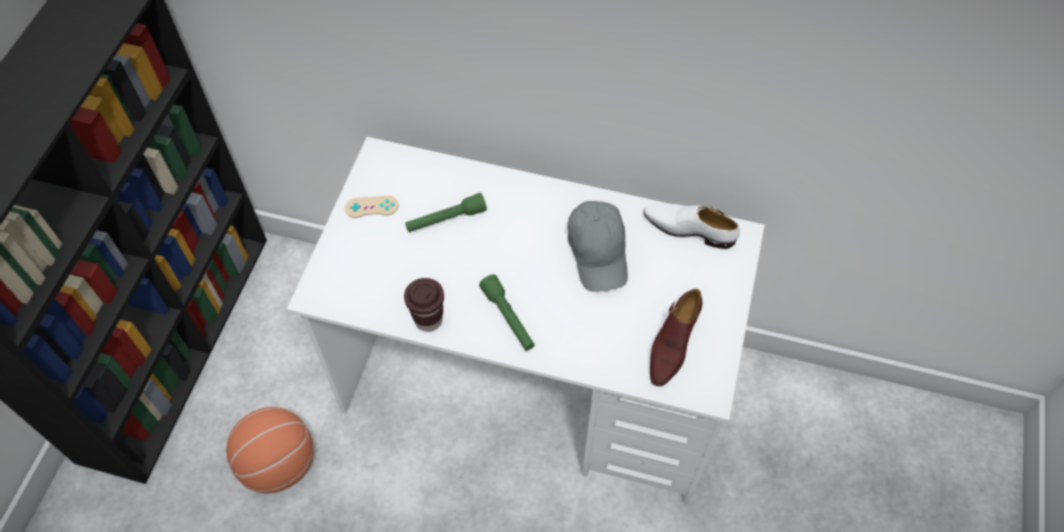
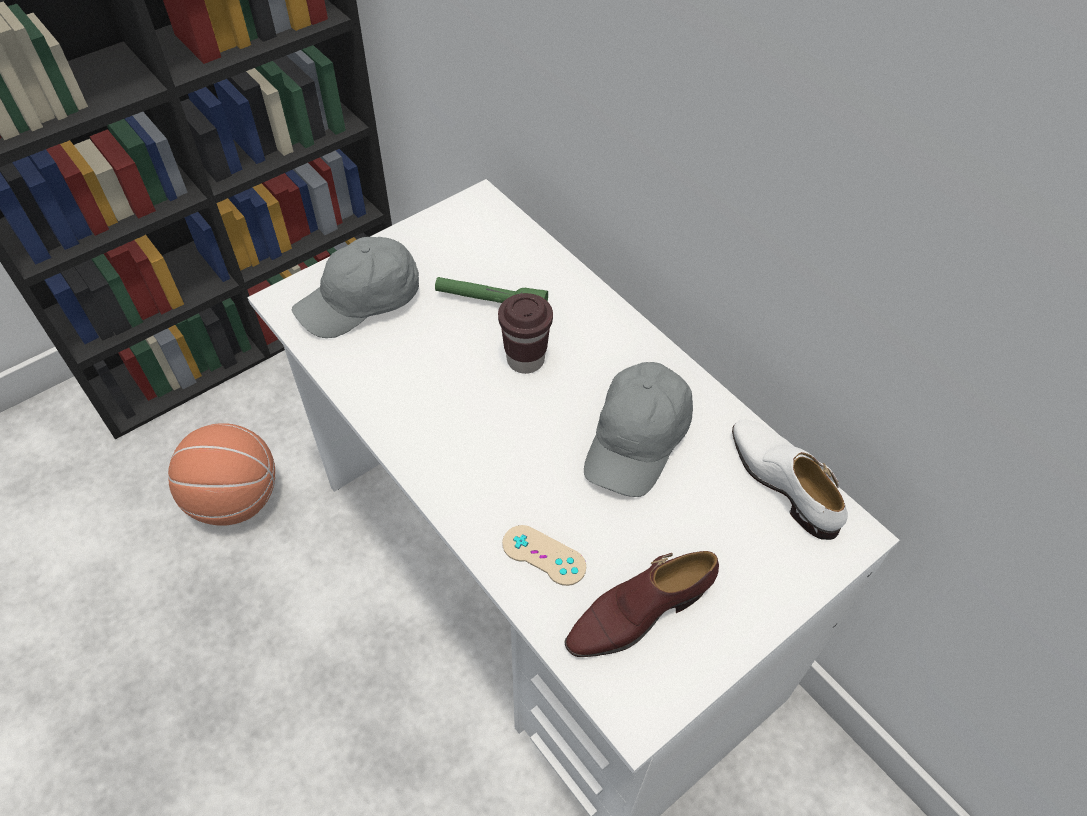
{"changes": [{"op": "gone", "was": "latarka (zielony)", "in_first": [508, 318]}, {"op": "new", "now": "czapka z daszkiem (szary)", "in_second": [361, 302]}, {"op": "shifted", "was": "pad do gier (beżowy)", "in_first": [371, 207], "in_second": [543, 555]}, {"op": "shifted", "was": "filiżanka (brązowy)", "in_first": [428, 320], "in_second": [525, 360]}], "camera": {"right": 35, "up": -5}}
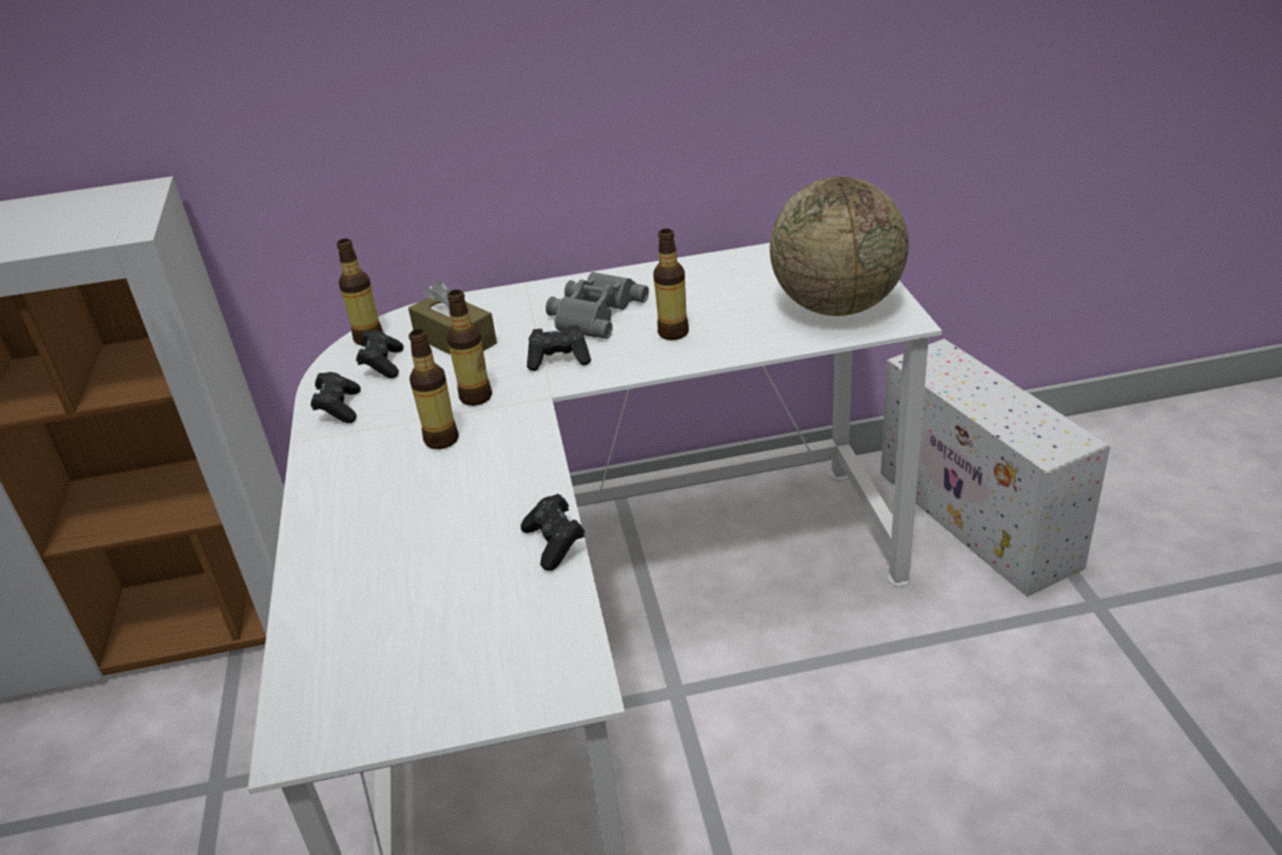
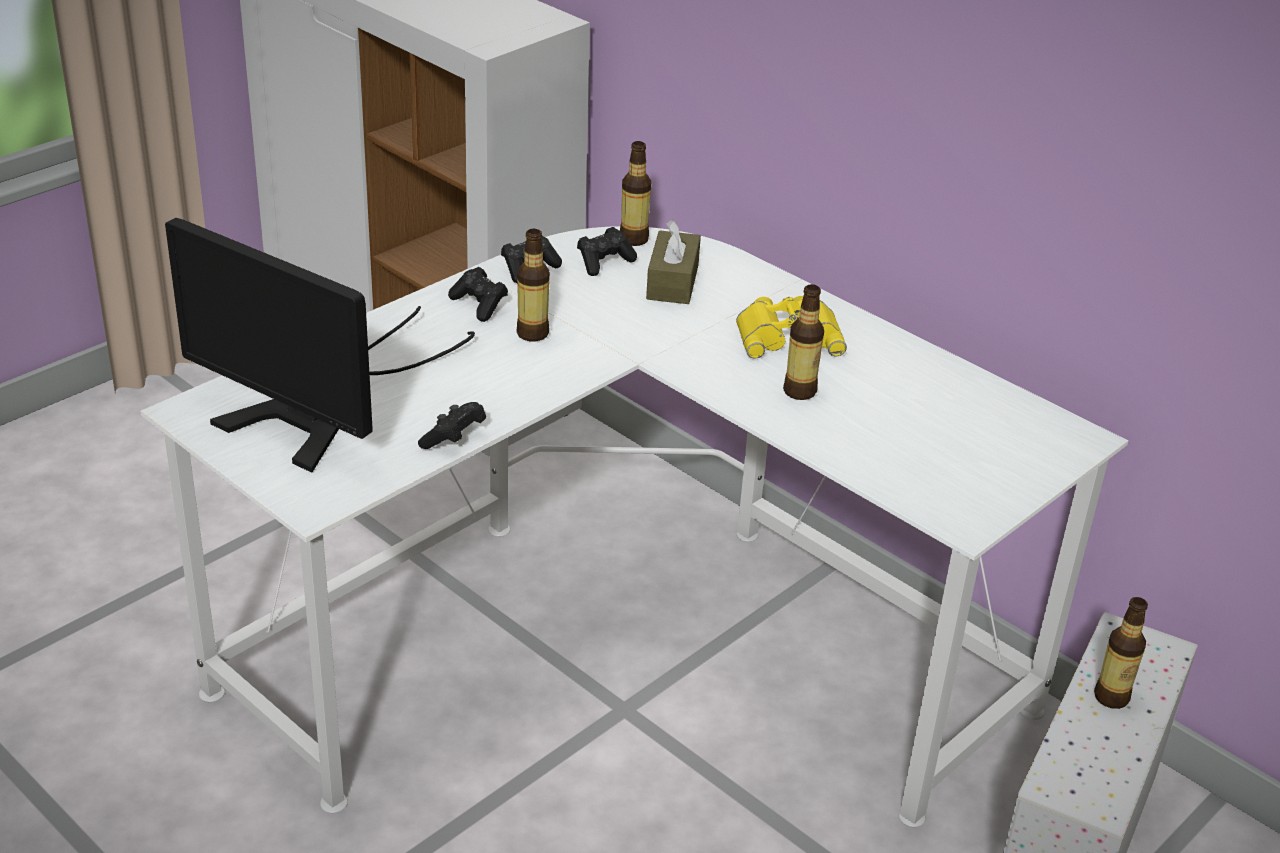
{"changes": [{"op": "gone", "was": "globus", "in_first": [837, 306]}, {"op": "new", "now": "monitor", "in_second": [319, 410]}, {"op": "shifted", "was": "butelka", "in_first": [476, 397], "in_second": [1111, 697]}, {"op": "shifted", "was": "pad do gier (czarny)", "in_first": [559, 359], "in_second": [479, 305]}, {"op": "repainted", "was": "lornetka (szary)", "now": "lornetka (żółty)", "in_first": [593, 313], "in_second": [788, 335]}], "camera": {"right": 50, "up": 0}}
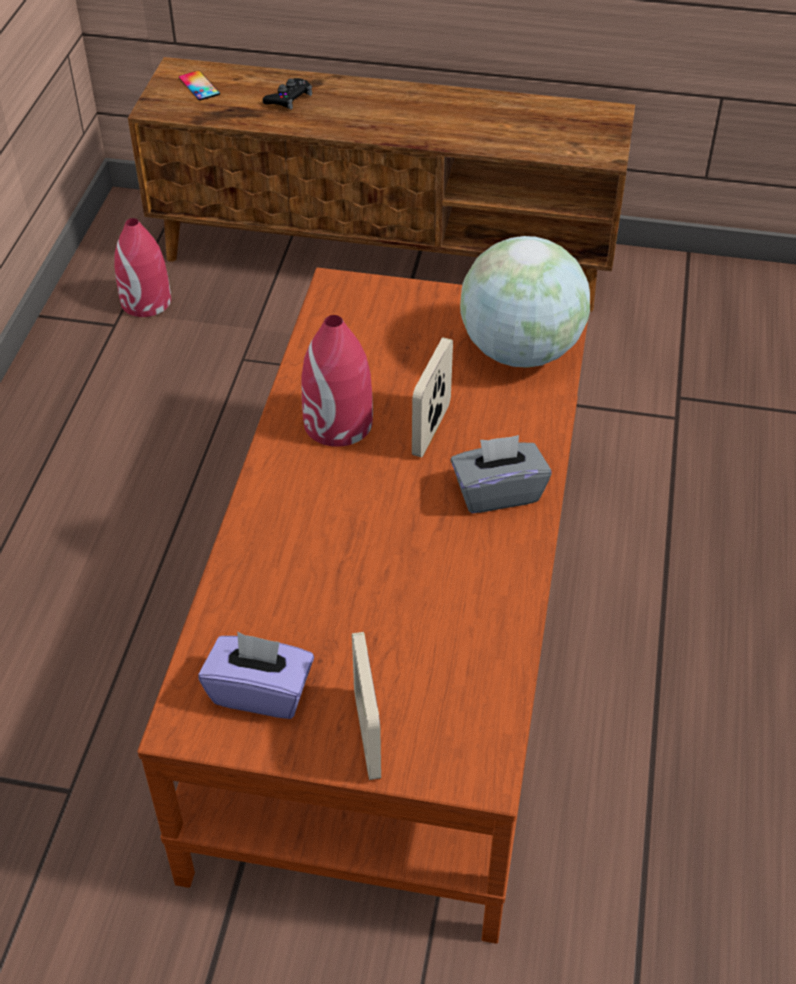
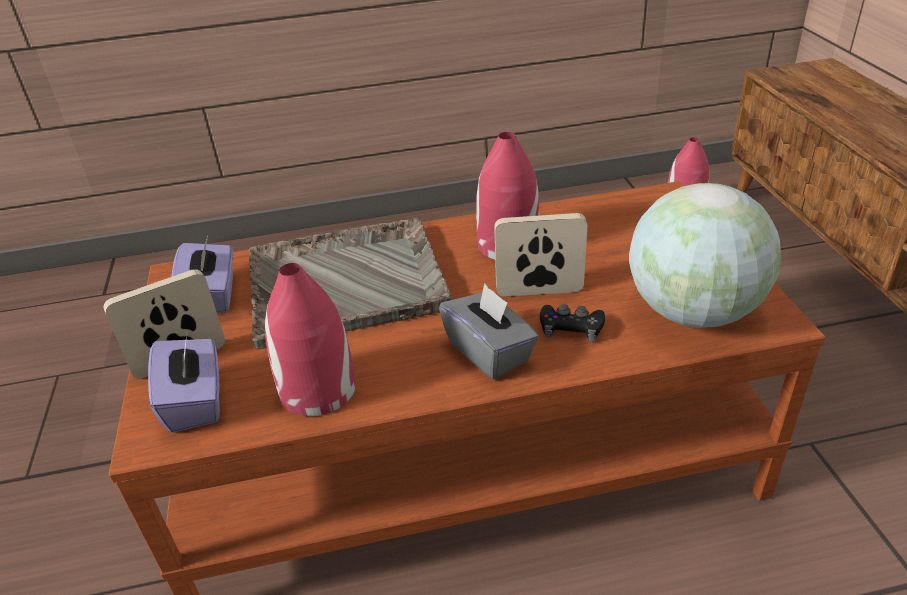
{"changes": [{"op": "gone", "was": "telefon", "in_first": [199, 86]}, {"op": "new", "now": "pudełko chusteczek (fioletowy)", "in_second": [196, 402]}, {"op": "new", "now": "taca (szary)", "in_second": [348, 283]}, {"op": "new", "now": "wazon (czerwony)", "in_second": [317, 389]}, {"op": "shifted", "was": "pad do gier (czarny)", "in_first": [288, 99], "in_second": [571, 327]}], "camera": {"right": 70, "up": -10}}
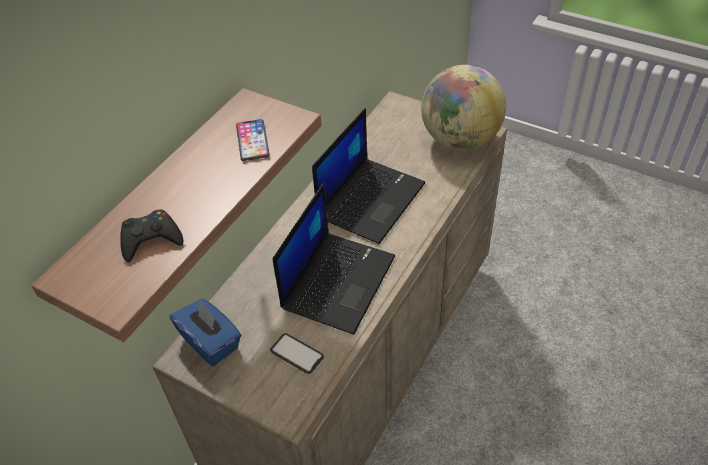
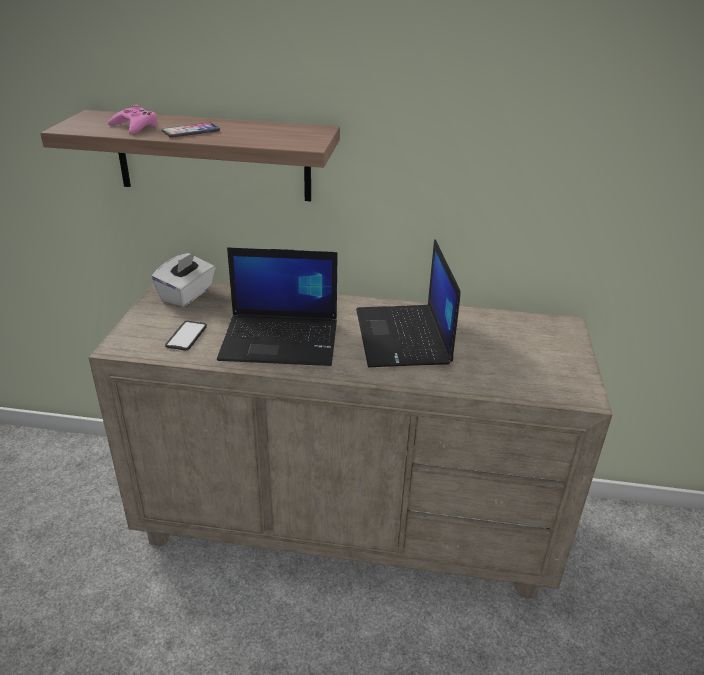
{"changes": [{"op": "gone", "was": "globus", "in_first": [460, 139]}, {"op": "shifted", "was": "telefon", "in_first": [252, 141], "in_second": [191, 131]}, {"op": "repainted", "was": "pad do gier (czarny)", "now": "pad do gier (różowy)", "in_first": [151, 239], "in_second": [135, 126]}, {"op": "repainted", "was": "pudełko chusteczek (niebieski)", "now": "pudełko chusteczek (biały)", "in_first": [211, 342], "in_second": [187, 294]}, {"op": "rotated", "was": "laptop", "in_first": [371, 199], "in_second": [403, 337], "clockwise": 75}], "camera": {"right": 65, "up": -15}}
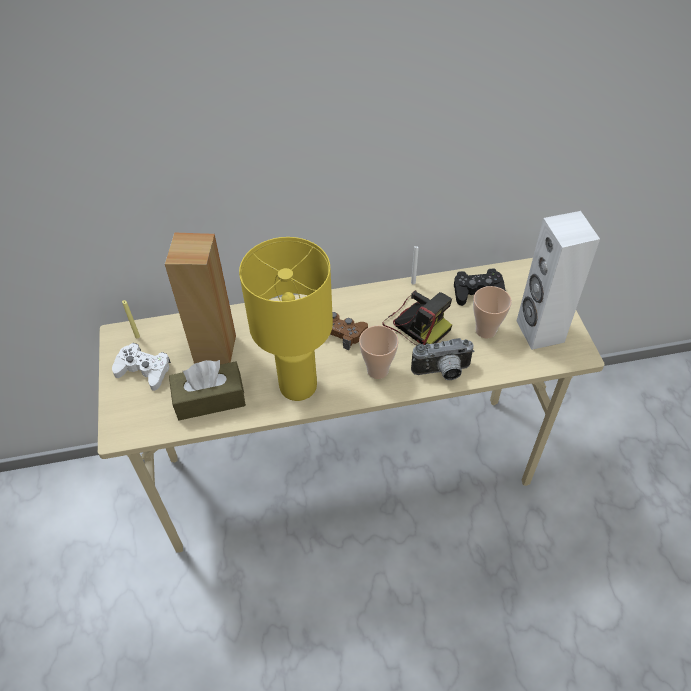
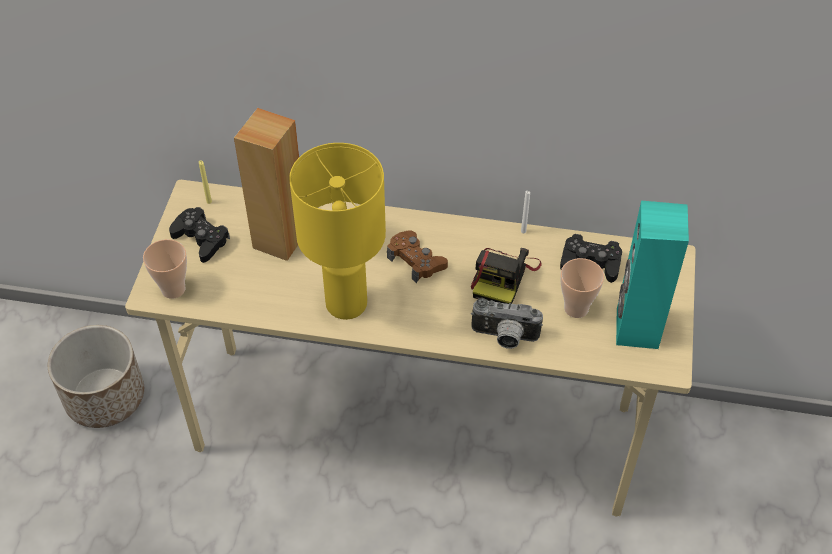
{"changes": [{"op": "gone", "was": "pudełko chusteczek (brązowy)", "in_first": [210, 399]}, {"op": "new", "now": "donica", "in_second": [104, 397]}, {"op": "shifted", "was": "filiżanka", "in_first": [377, 370], "in_second": [173, 289]}, {"op": "repainted", "was": "pad do gier (biały)", "now": "pad do gier (czarny)", "in_first": [144, 370], "in_second": [201, 239]}, {"op": "repainted", "was": "głośnik (biały)", "now": "głośnik (turkusowy)", "in_first": [539, 331], "in_second": [636, 328]}, {"op": "rotated", "was": "aparat fotograficzny", "in_first": [416, 323], "in_second": [503, 277], "clockwise": 45}], "camera": {"right": 20, "up": 0}}
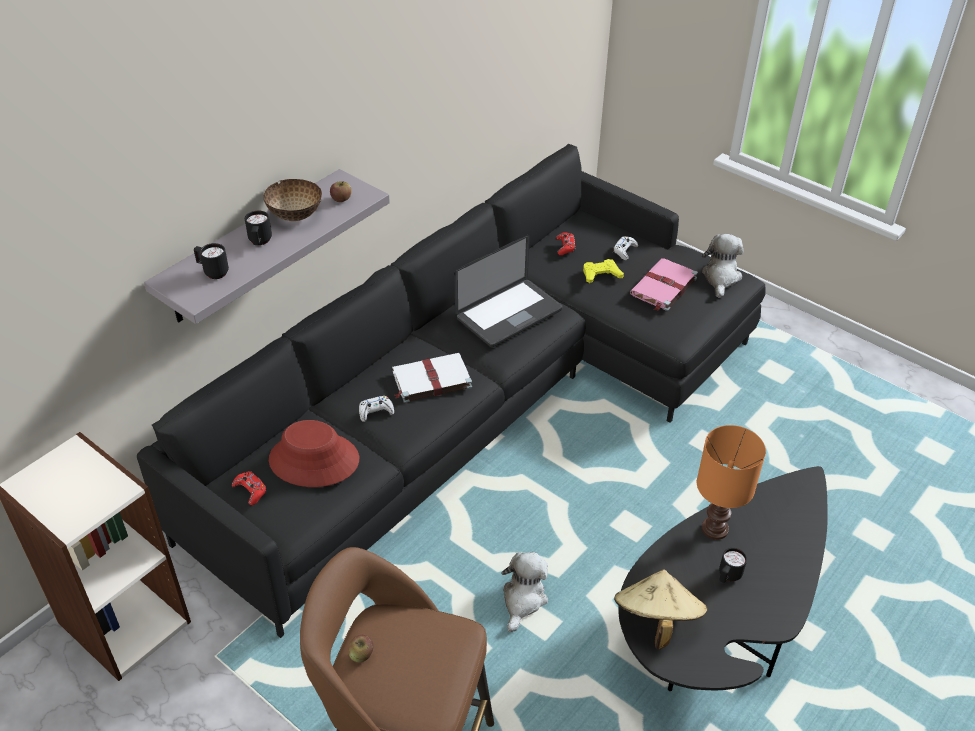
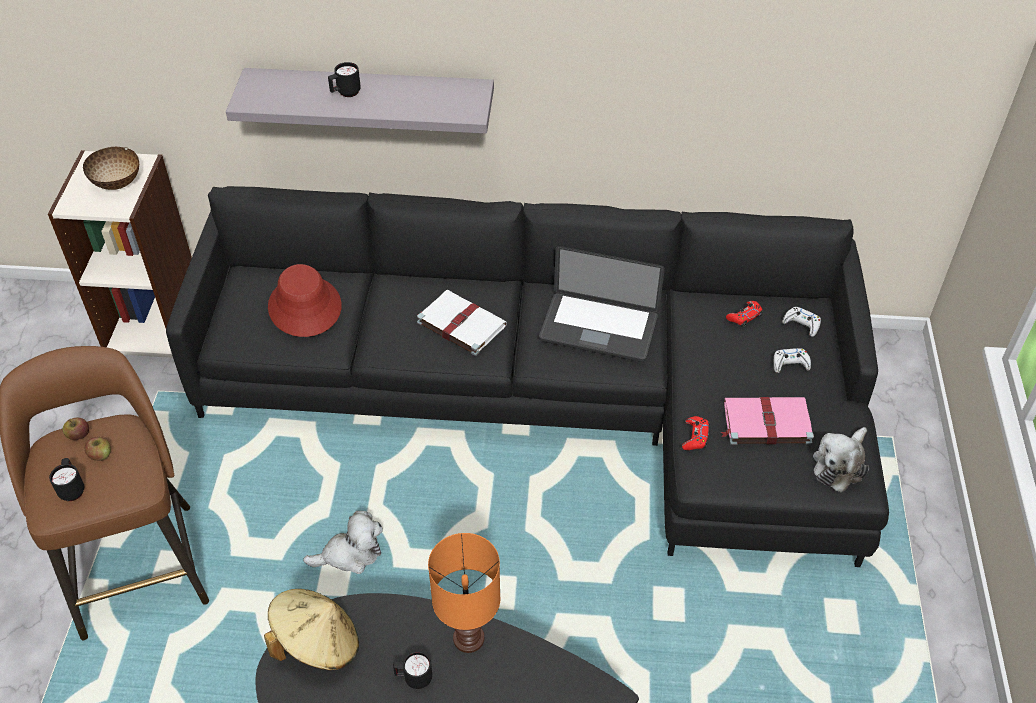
{"changes": [{"op": "gone", "was": "pad do gier (żółty)", "in_first": [601, 274]}, {"op": "shifted", "was": "kubek (czarny)", "in_first": [213, 272], "in_second": [72, 489]}, {"op": "shifted", "was": "pad do gier (czerwony)", "in_first": [250, 490], "in_second": [695, 437]}, {"op": "shifted", "was": "miska", "in_first": [296, 216], "in_second": [117, 183]}, {"op": "shifted", "was": "jabłko", "in_first": [341, 199], "in_second": [100, 455]}, {"op": "shifted", "was": "pad do gier (biały)", "in_first": [375, 412], "in_second": [801, 324]}, {"op": "rotated", "was": "pluszak", "in_first": [720, 277], "in_second": [840, 465], "clockwise": 150}], "camera": {"right": 55, "up": 5}}
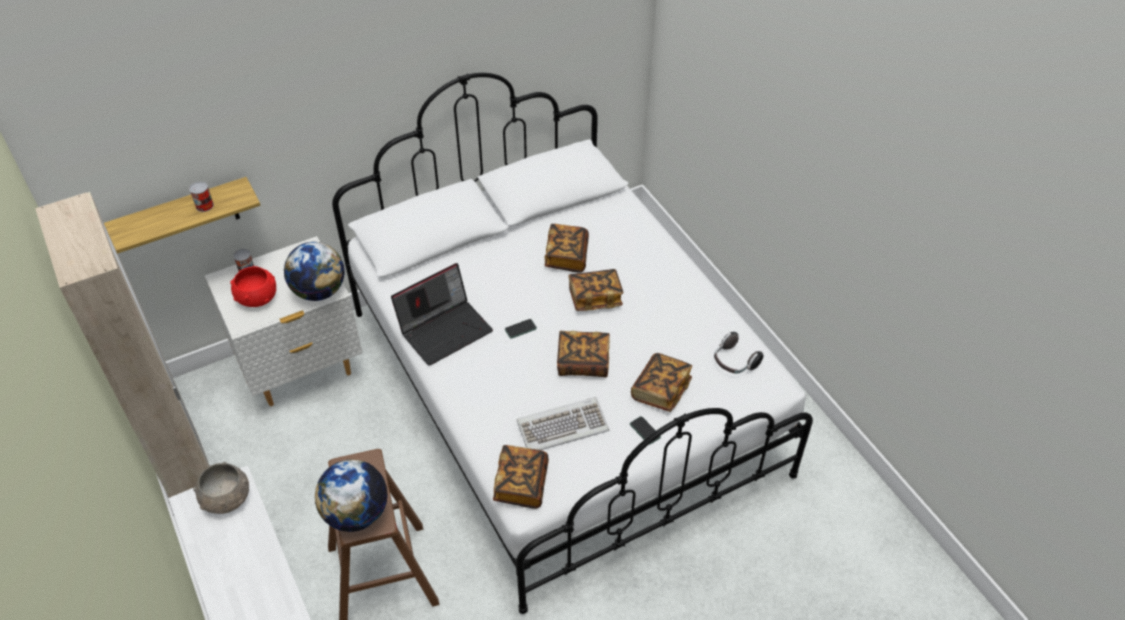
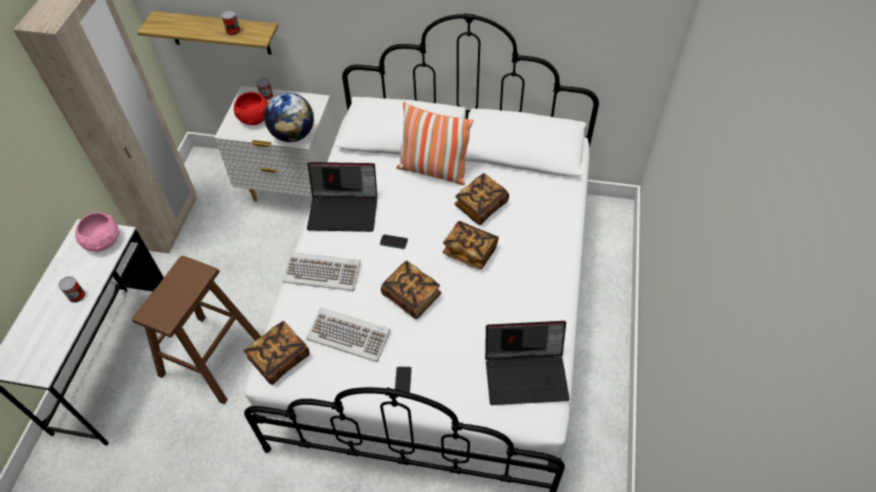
{"changes": [{"op": "gone", "was": "globus", "in_first": [356, 514]}, {"op": "gone", "was": "książka", "in_first": [660, 390]}, {"op": "new", "now": "puszka", "in_second": [76, 295]}, {"op": "new", "now": "klawiatura", "in_second": [323, 272]}, {"op": "new", "now": "poduszka", "in_second": [433, 170]}, {"op": "swapped", "was": "słuchawki", "now": "laptop", "in_first": [734, 362], "in_second": [527, 374]}, {"op": "repainted", "was": "miska (szary)", "now": "miska (różowy)", "in_first": [227, 499], "in_second": [103, 242]}], "camera": {"right": 40, "up": 5}}
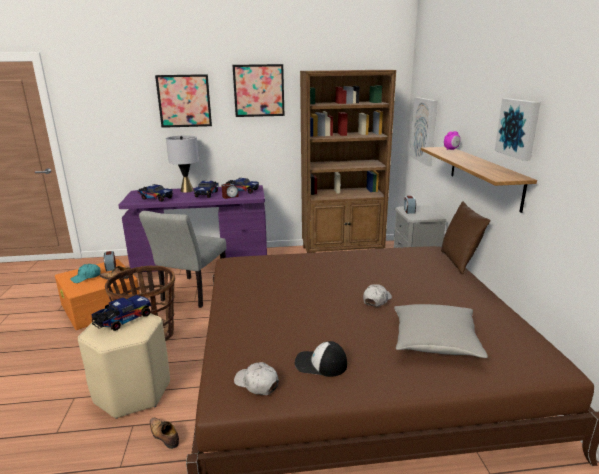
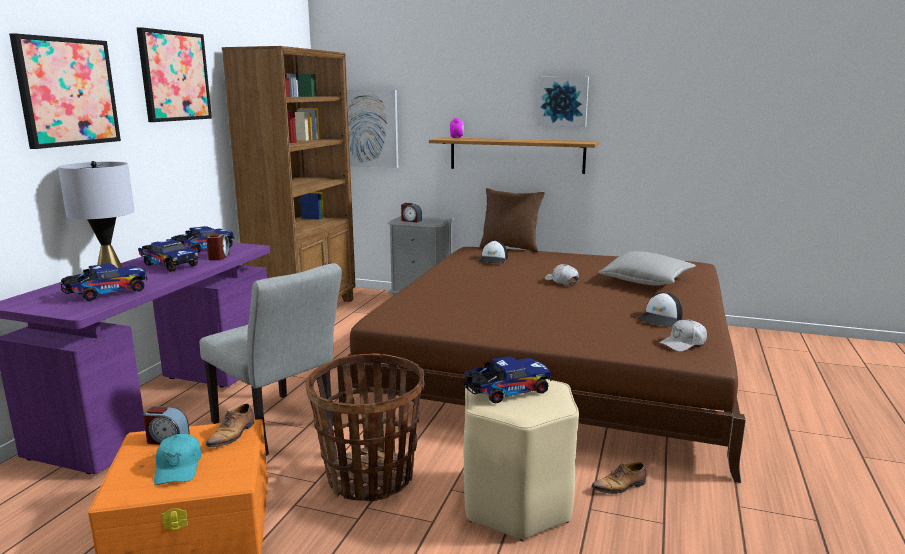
{"changes": [{"op": "new", "now": "czapka z daszkiem", "in_second": [493, 260]}, {"op": "rotated", "was": "ciężarówka zabawkowa", "in_first": [122, 320], "in_second": [505, 392], "clockwise": 90}], "camera": {"right": -65, "up": -5}}
